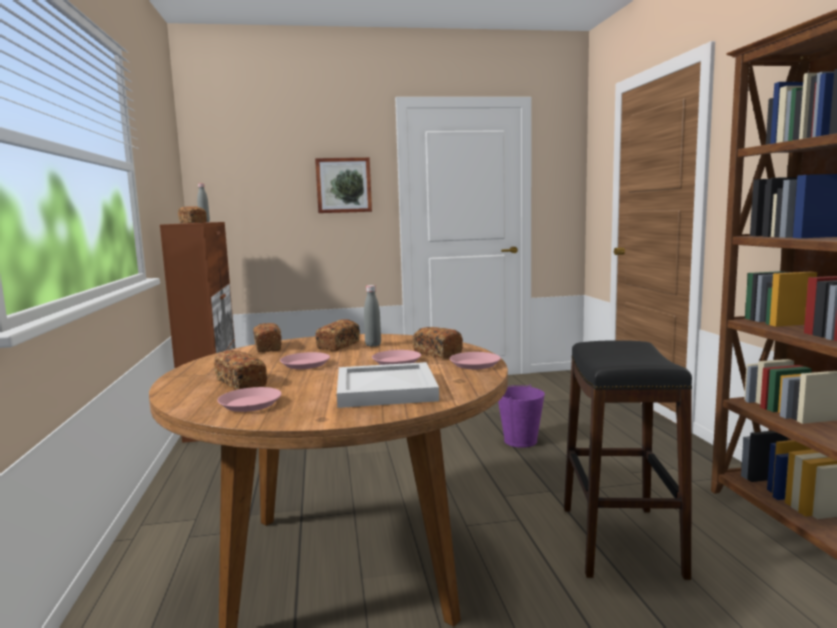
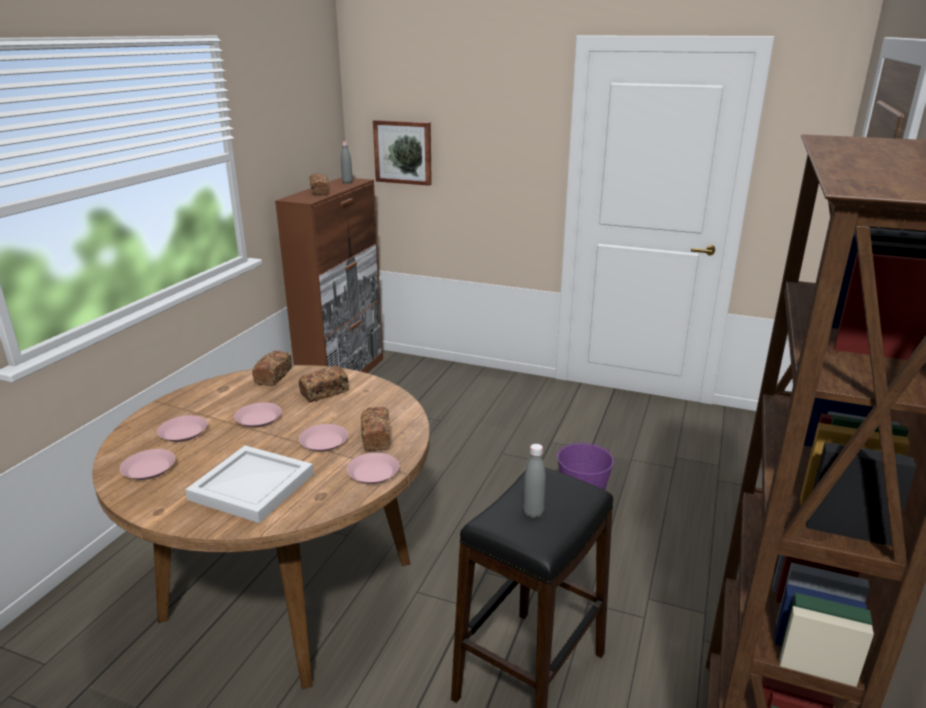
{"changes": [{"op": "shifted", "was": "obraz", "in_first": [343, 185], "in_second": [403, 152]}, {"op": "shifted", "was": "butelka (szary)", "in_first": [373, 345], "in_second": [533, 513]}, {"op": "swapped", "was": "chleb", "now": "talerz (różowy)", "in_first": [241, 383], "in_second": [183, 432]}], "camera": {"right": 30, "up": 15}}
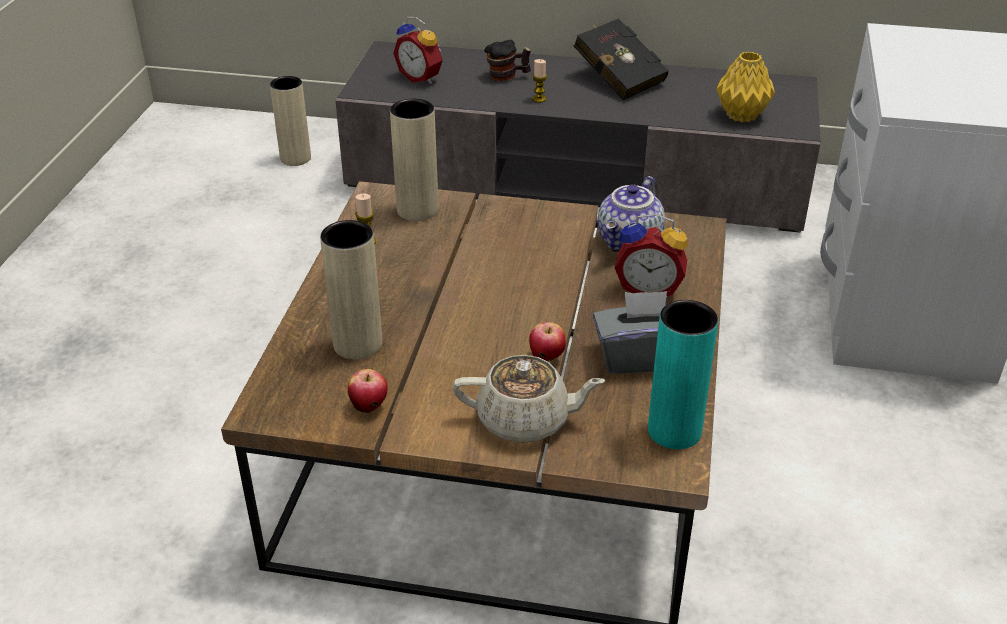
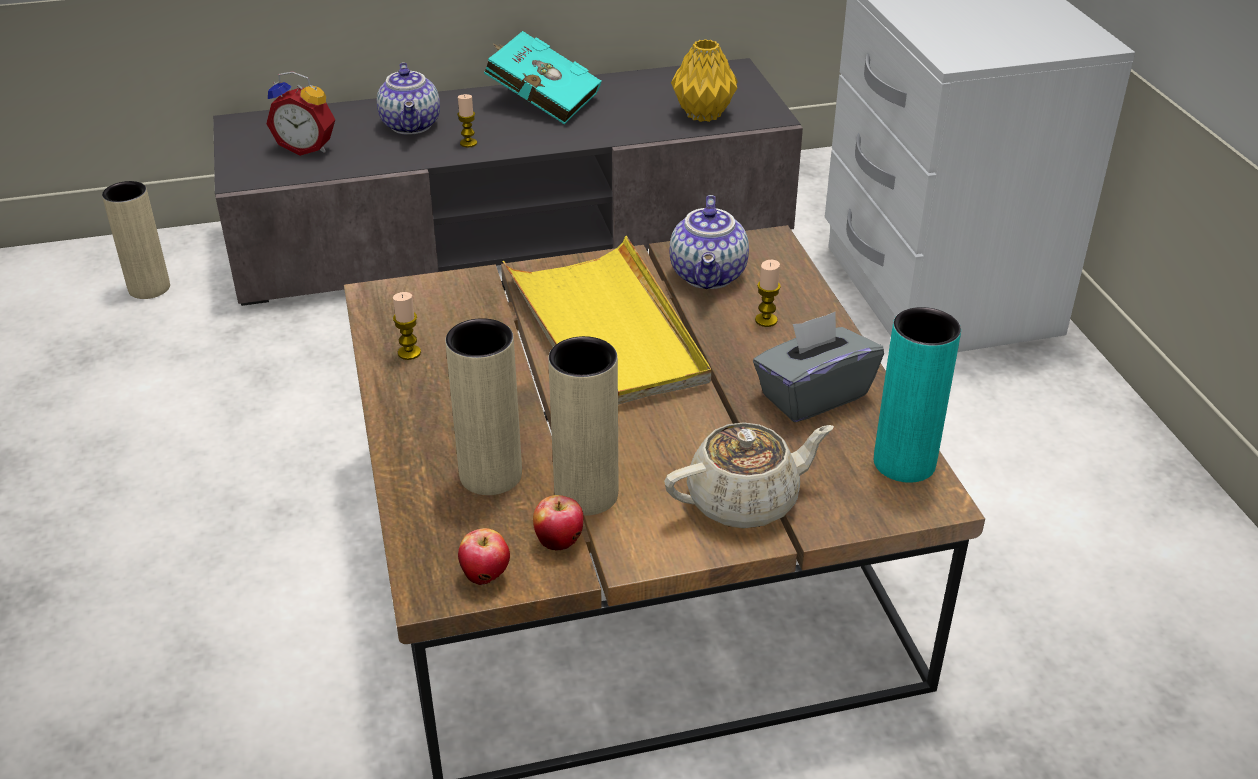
{"changes": [{"op": "new", "now": "taca (żółty)", "in_second": [606, 330]}, {"op": "shifted", "was": "wazon (beżowy)", "in_first": [417, 210], "in_second": [586, 495]}, {"op": "shifted", "was": "jabłko", "in_first": [547, 358], "in_second": [486, 576]}, {"op": "swapped", "was": "kubek", "now": "imbryk", "in_first": [507, 77], "in_second": [412, 125]}, {"op": "swapped", "was": "budzik", "now": "świeca", "in_first": [648, 288], "in_second": [766, 320]}, {"op": "repainted", "was": "książka (czarny)", "now": "książka (turkusowy)", "in_first": [617, 78], "in_second": [540, 101]}], "camera": {"right": -25, "up": 0}}
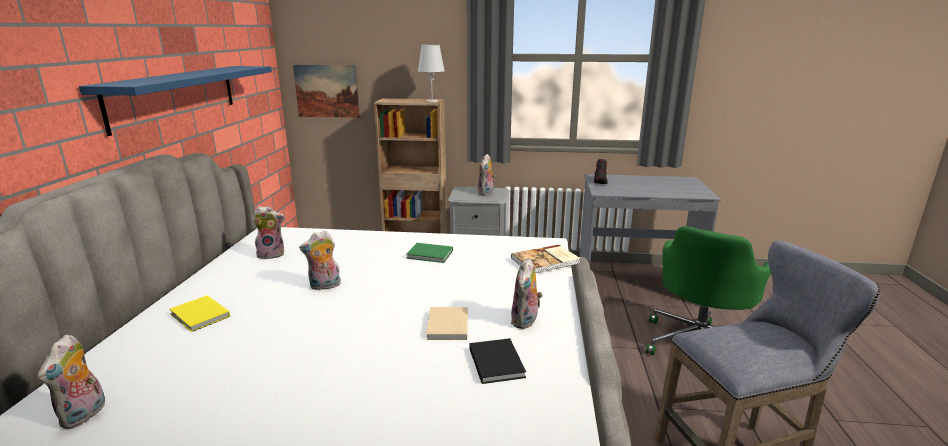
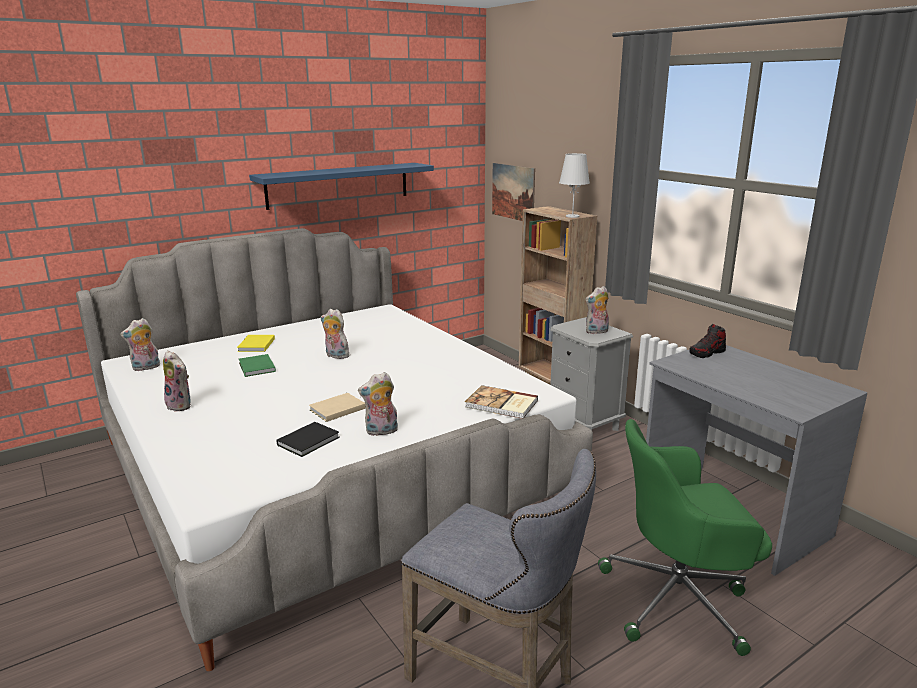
{"changes": [{"op": "shifted", "was": "pluszak", "in_first": [272, 254], "in_second": [181, 405]}, {"op": "shifted", "was": "książka (zielony)", "in_first": [430, 255], "in_second": [256, 368]}], "camera": {"right": 50, "up": 0}}
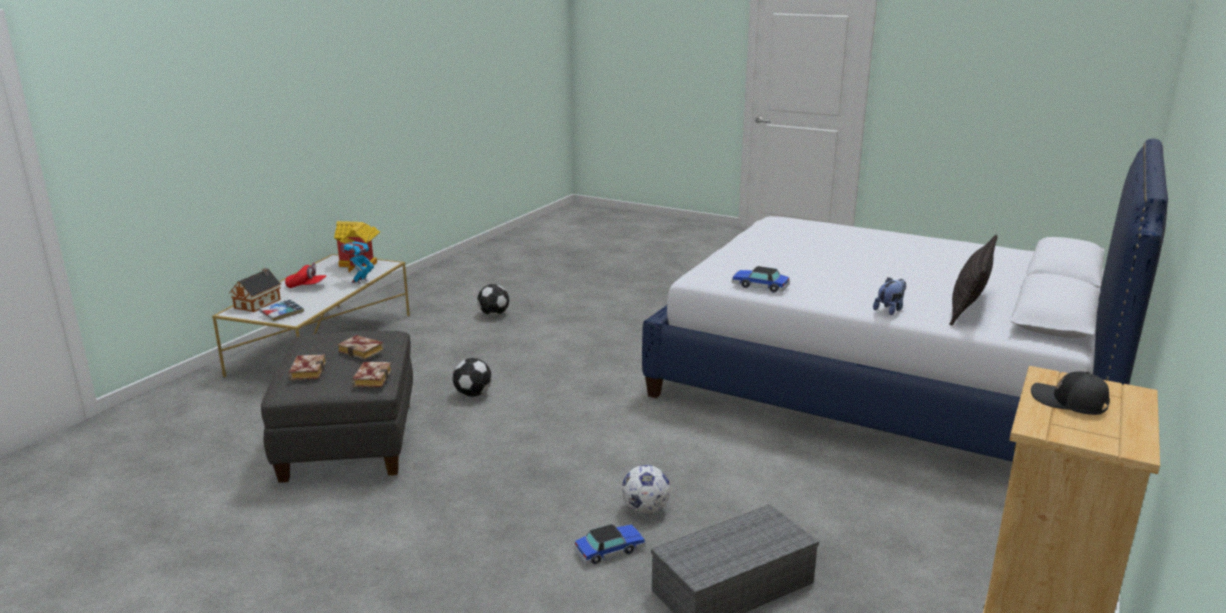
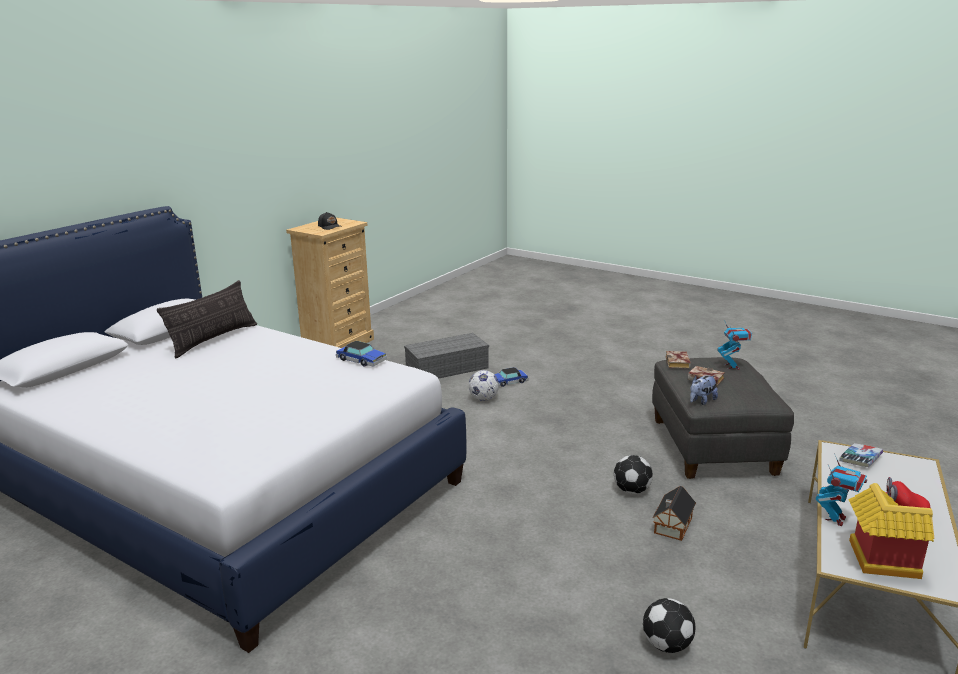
{"changes": [{"op": "shifted", "was": "domek", "in_first": [259, 303], "in_second": [672, 526]}, {"op": "shifted", "was": "pluszak", "in_first": [890, 310], "in_second": [701, 401]}, {"op": "swapped", "was": "książka", "now": "robot zabawkowy", "in_first": [307, 370], "in_second": [732, 366]}], "camera": {"right": -175, "up": 0}}
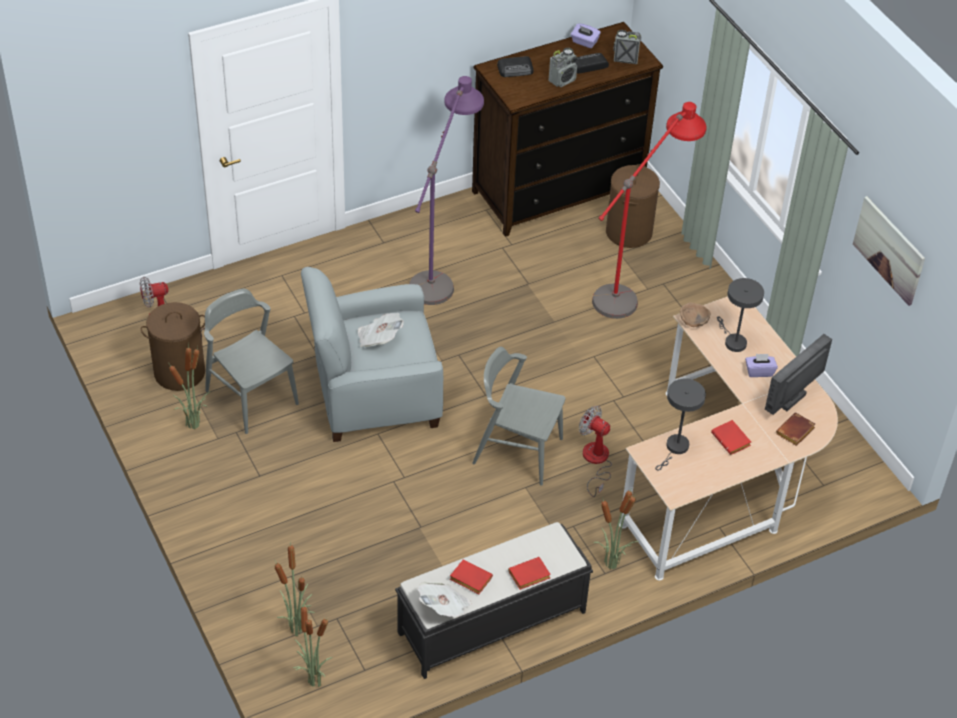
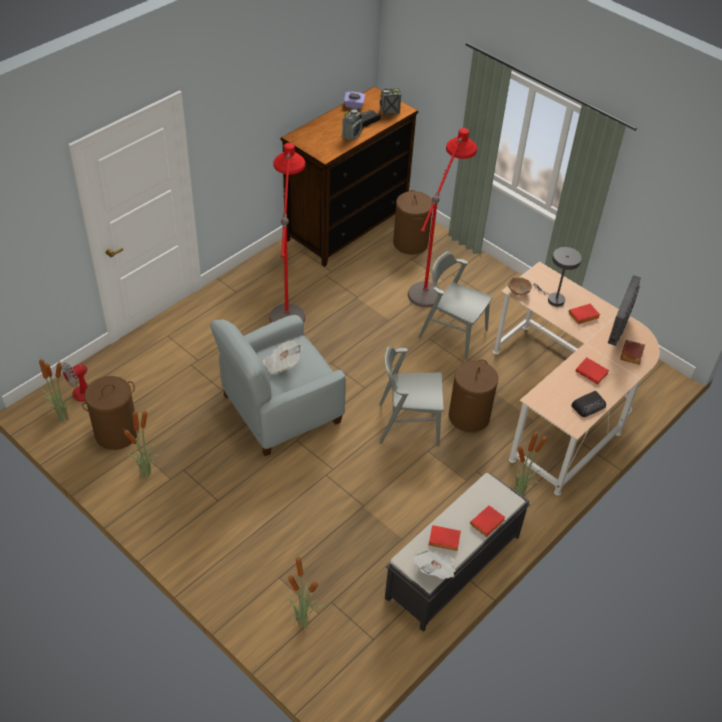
{"changes": [{"op": "gone", "was": "lampa stołowa (szary)", "in_first": [675, 448]}, {"op": "gone", "was": "obraz", "in_first": [889, 250]}, {"op": "shifted", "was": "krzesło (szary)", "in_first": [251, 397], "in_second": [452, 334]}, {"op": "shifted", "was": "roślina doniczkowa", "in_first": [313, 682], "in_second": [62, 418]}, {"op": "shifted", "was": "radio", "in_first": [516, 69], "in_second": [589, 405]}, {"op": "swapped", "was": "wentylator", "now": "kosz na pranie (brązowy)", "in_first": [595, 461], "in_second": [469, 417]}, {"op": "swapped", "was": "pudełko chusteczek (fioletowy)", "now": "książka (czerwony)", "in_first": [759, 371], "in_second": [583, 316]}, {"op": "repainted", "was": "lampa stojąca (fioletowy)", "now": "lampa stojąca (czerwony)", "in_first": [442, 267], "in_second": [288, 300]}], "camera": {"right": -20, "up": 0}}
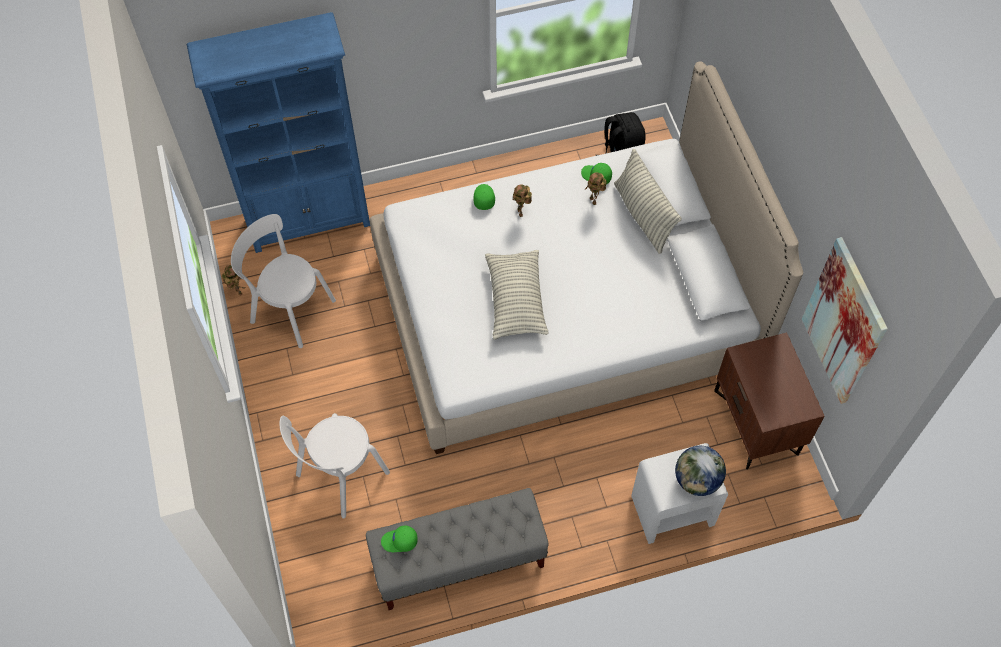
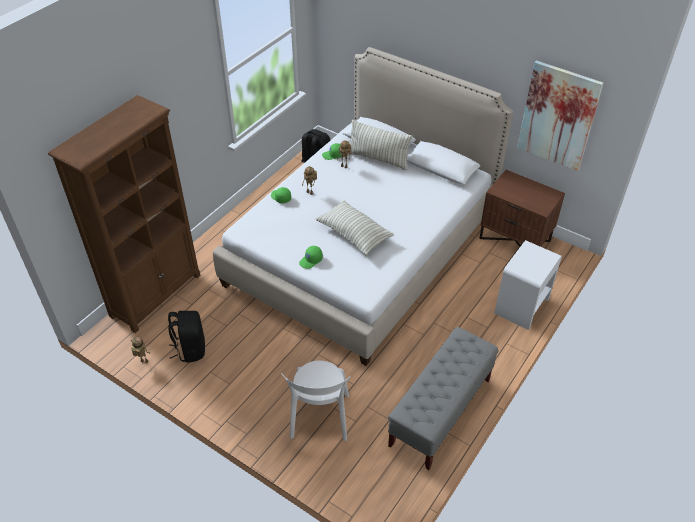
{"changes": [{"op": "gone", "was": "globus", "in_first": [697, 480]}, {"op": "shifted", "was": "czapka z daszkiem (zielony)", "in_first": [399, 541], "in_second": [311, 261]}, {"op": "swapped", "was": "krzesło (biały)", "now": "plecak (czarny)", "in_first": [289, 309], "in_second": [190, 349]}, {"op": "repainted", "was": "regał (niebieski)", "now": "regał (brązowy)", "in_first": [310, 221], "in_second": [156, 295]}], "camera": {"right": -40, "up": -15}}
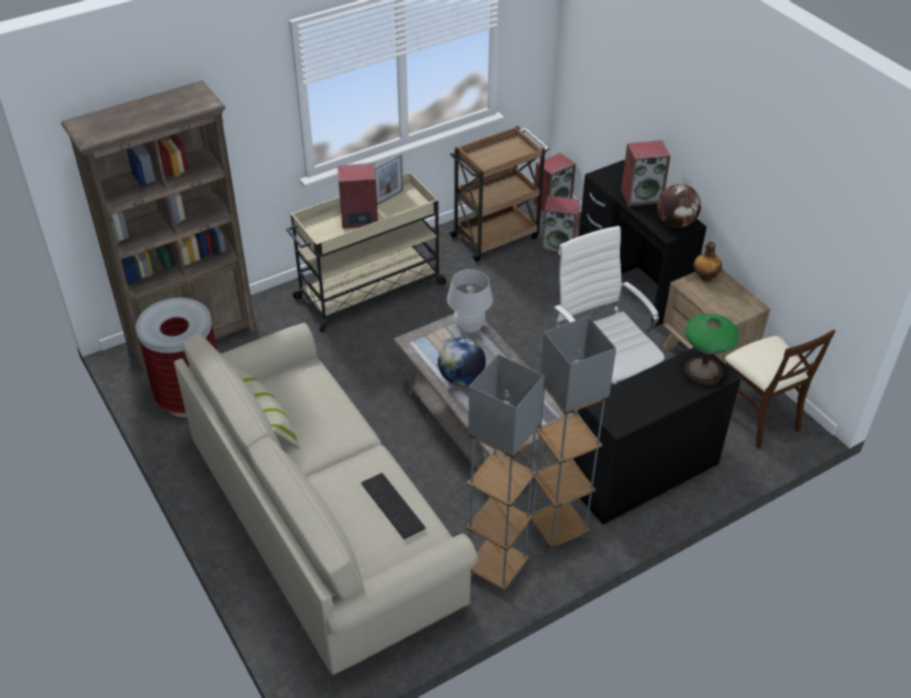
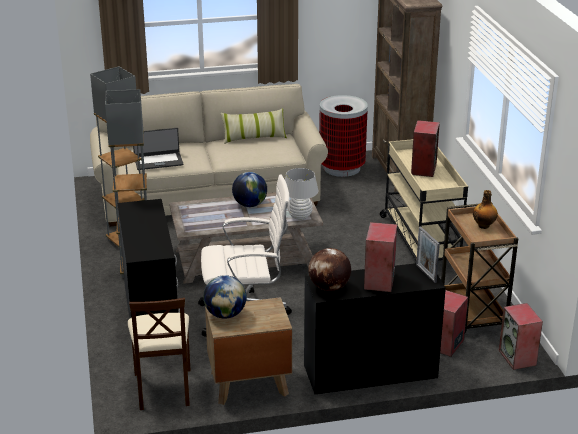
{"changes": [{"op": "gone", "was": "lampa stołowa", "in_first": [703, 372]}, {"op": "new", "now": "globus", "in_second": [225, 314]}, {"op": "shifted", "was": "ramka na zdjęcie", "in_first": [389, 197], "in_second": [426, 273]}, {"op": "shifted", "was": "butelka", "in_first": [705, 277], "in_second": [484, 226]}, {"op": "swapped", "was": "klawiatura", "now": "laptop", "in_first": [391, 505], "in_second": [158, 161]}, {"op": "rotated", "was": "krzesło (beżowy)", "in_first": [758, 417], "in_second": [163, 388], "clockwise": -90}], "camera": {"right": 110, "up": -15}}
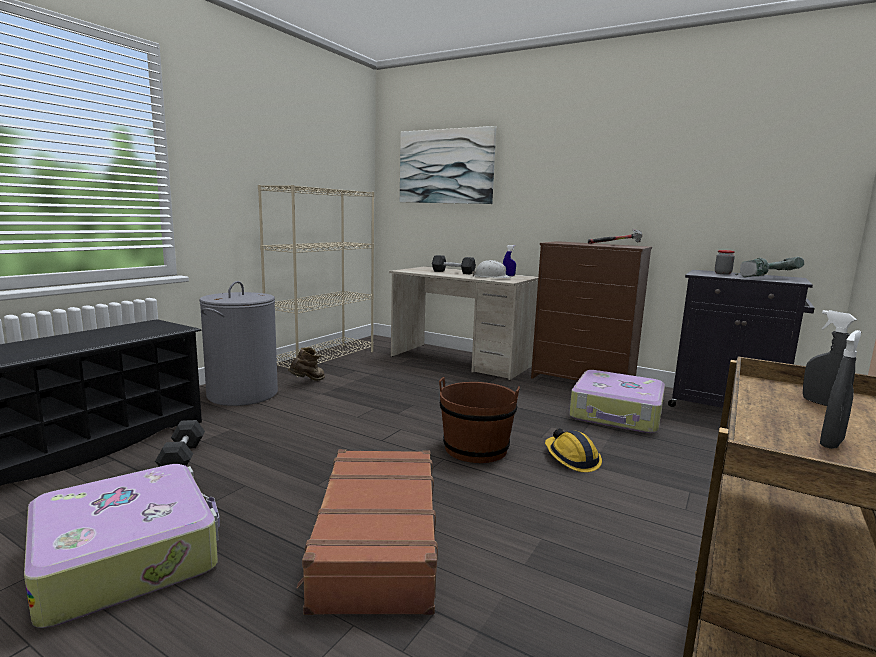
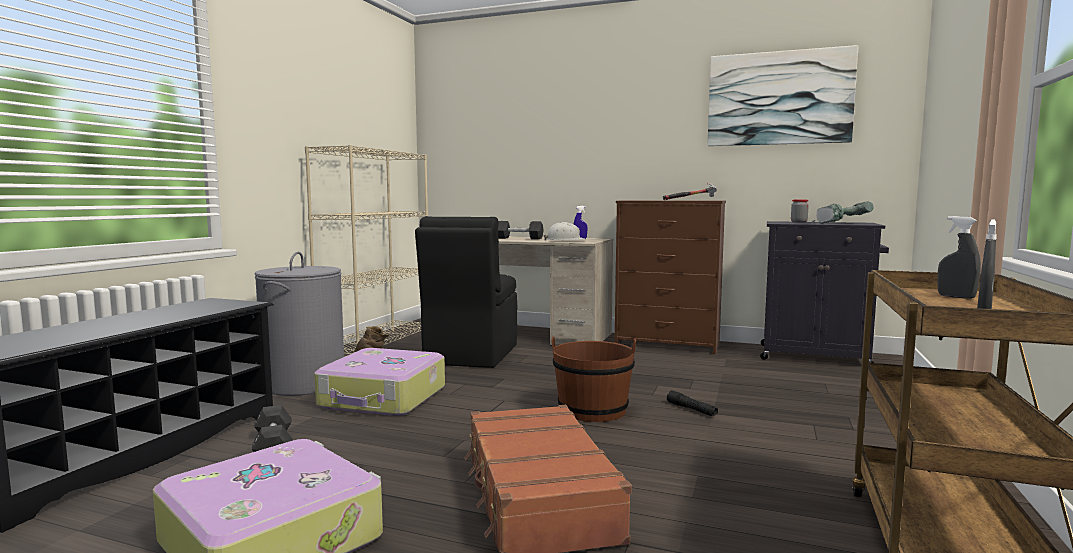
{"changes": [{"op": "new", "now": "krzesło (czarny)", "in_second": [470, 355]}, {"op": "shifted", "was": "obraz", "in_first": [446, 166], "in_second": [779, 98]}, {"op": "shifted", "was": "walizka", "in_first": [617, 414], "in_second": [383, 398]}, {"op": "swapped", "was": "kask", "now": "latarka (czarny)", "in_first": [571, 458], "in_second": [691, 410]}], "camera": {"right": -10, "up": -5}}
